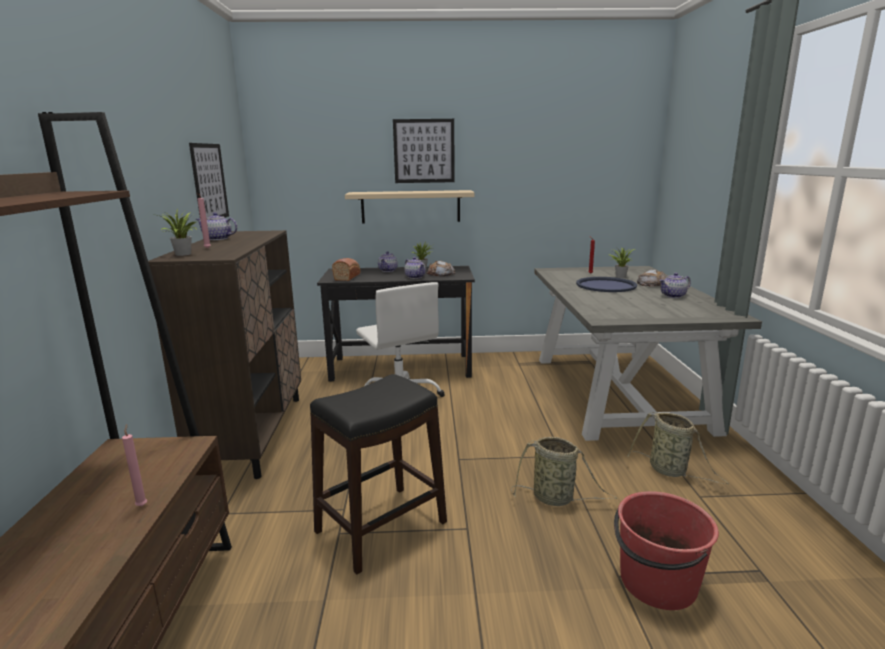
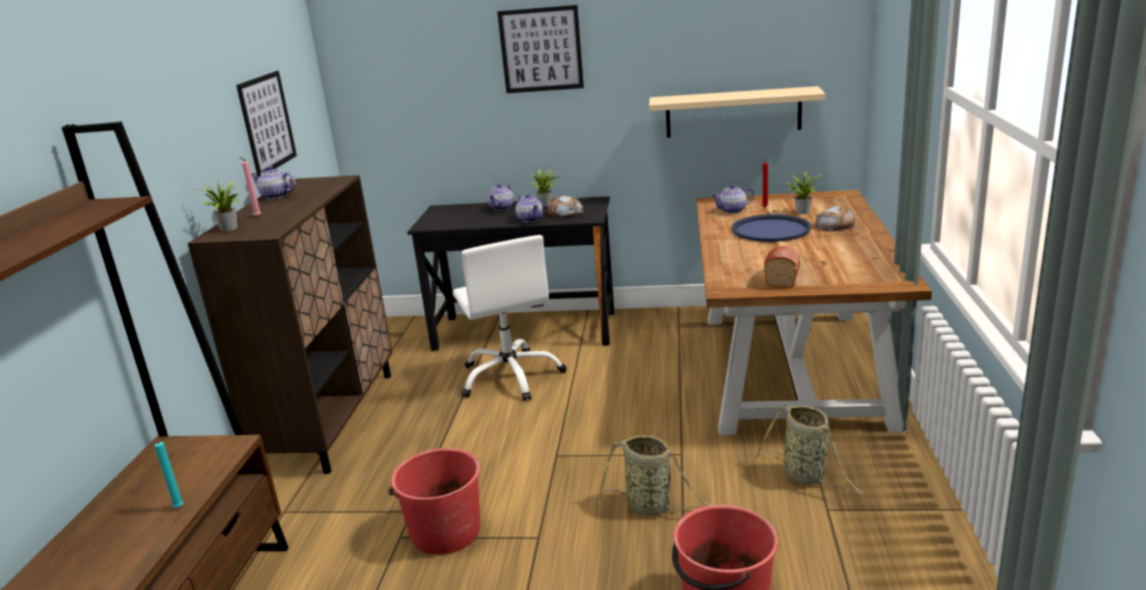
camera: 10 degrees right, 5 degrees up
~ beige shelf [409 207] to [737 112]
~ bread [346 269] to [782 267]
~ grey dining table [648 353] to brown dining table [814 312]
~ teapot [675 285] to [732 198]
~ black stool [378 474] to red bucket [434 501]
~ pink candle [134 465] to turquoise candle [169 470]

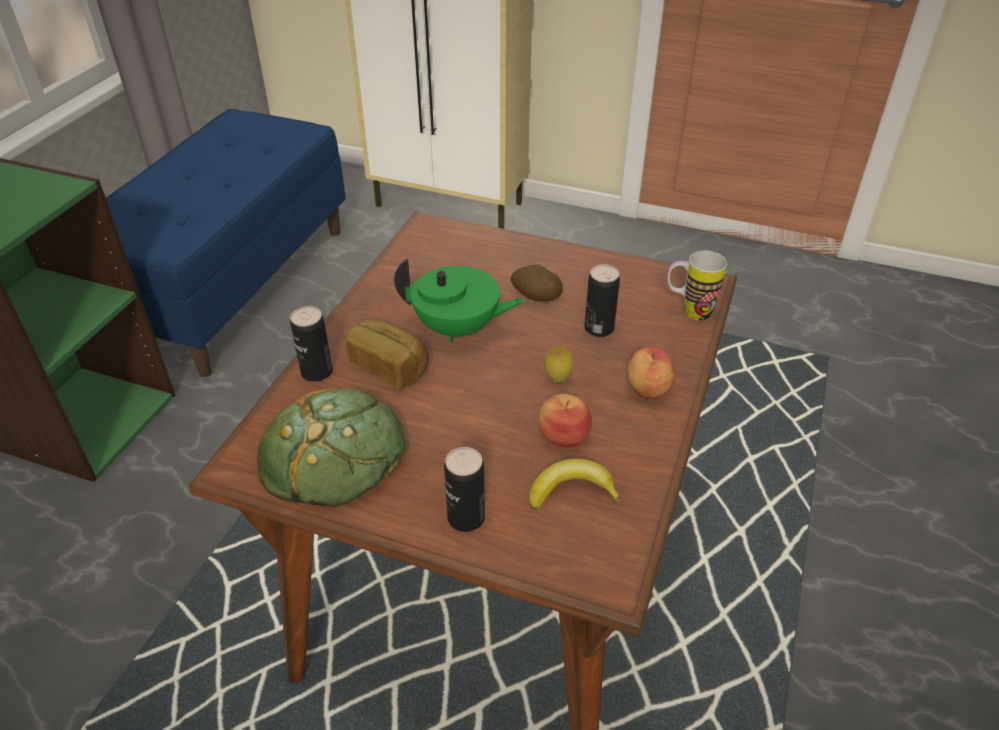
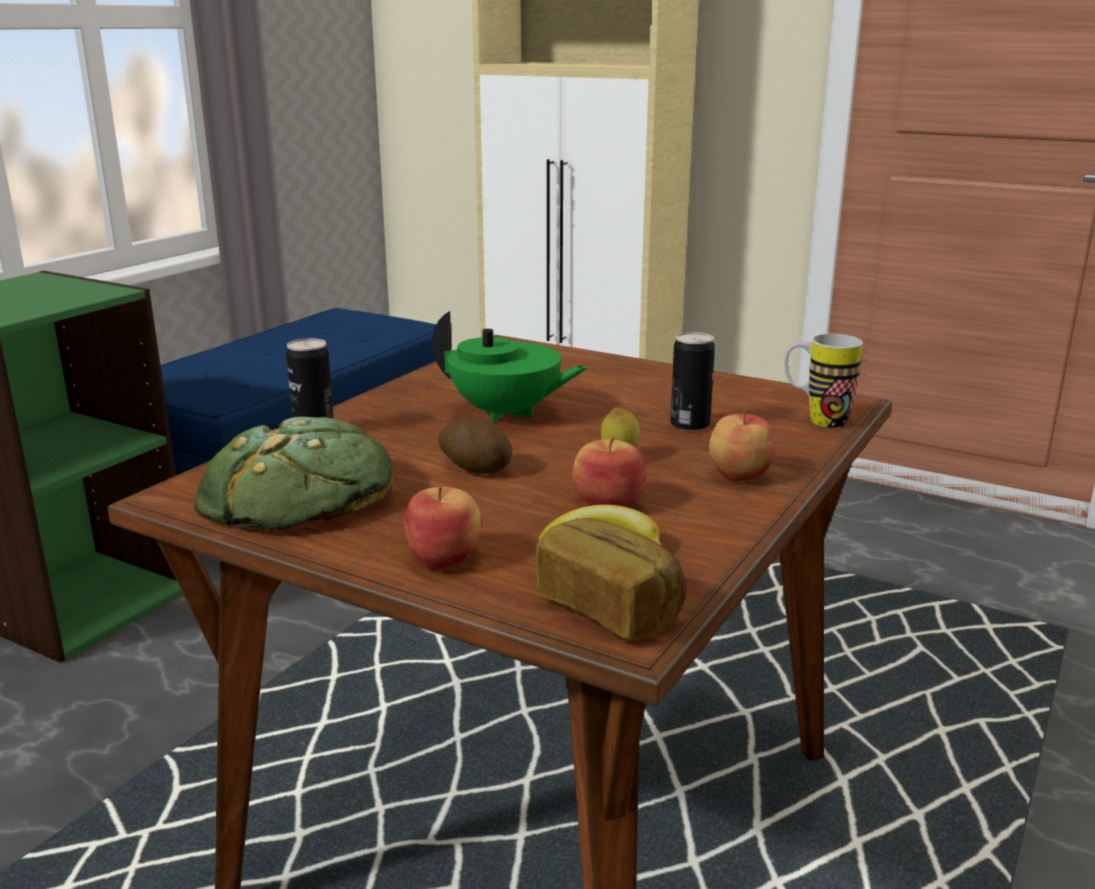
camera: 10 degrees right, 20 degrees down
~ potato [536 283] to [475 446]
~ bread [387 354] to [611 579]
~ can [464 489] to apple [442 528]

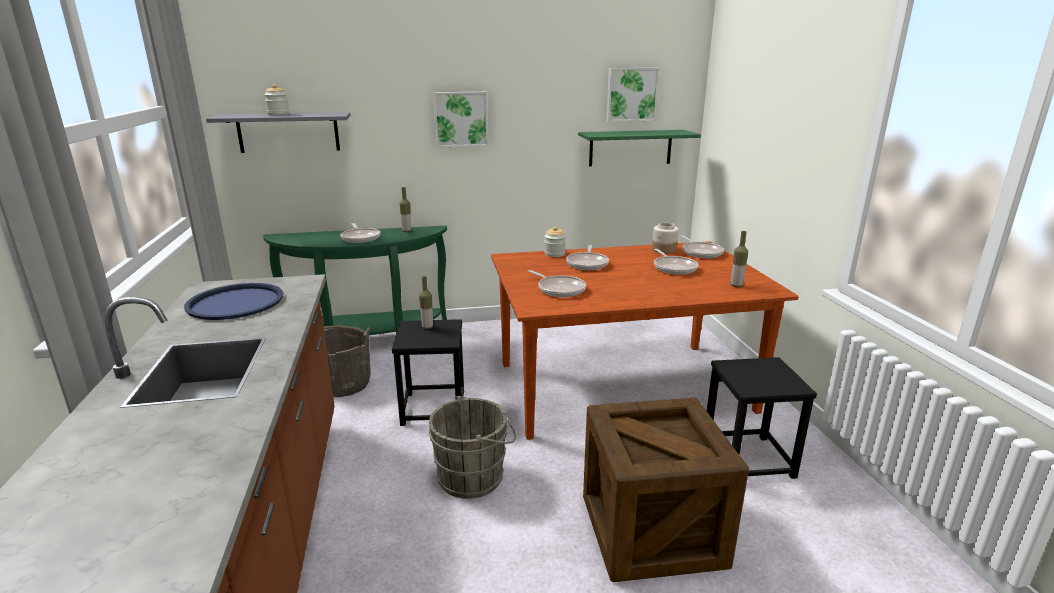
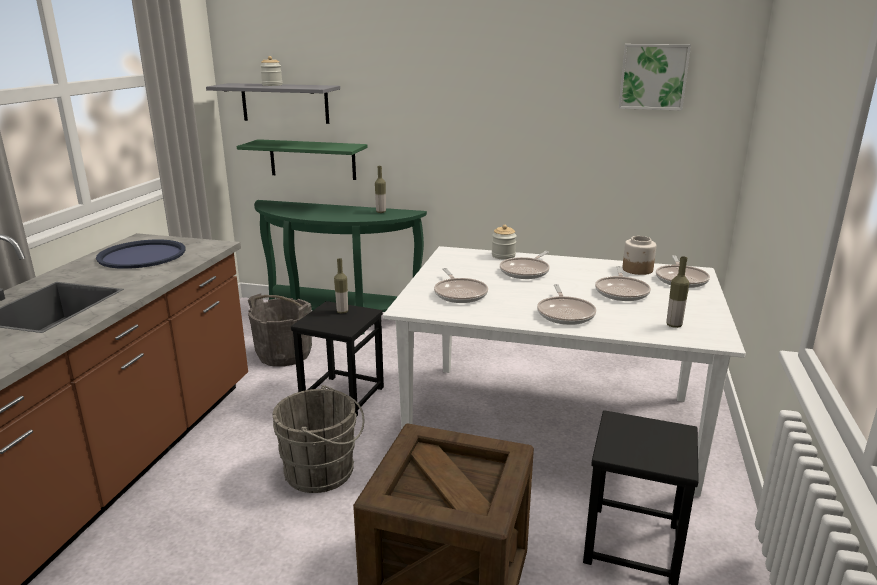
camera: 25 degrees right, 0 degrees up
- picture [460 120]
~ green shelf [639 148] to [302 159]
~ frying pan [360 233] to [566 304]
~ brown dining table [645 340] to white dining table [564 371]

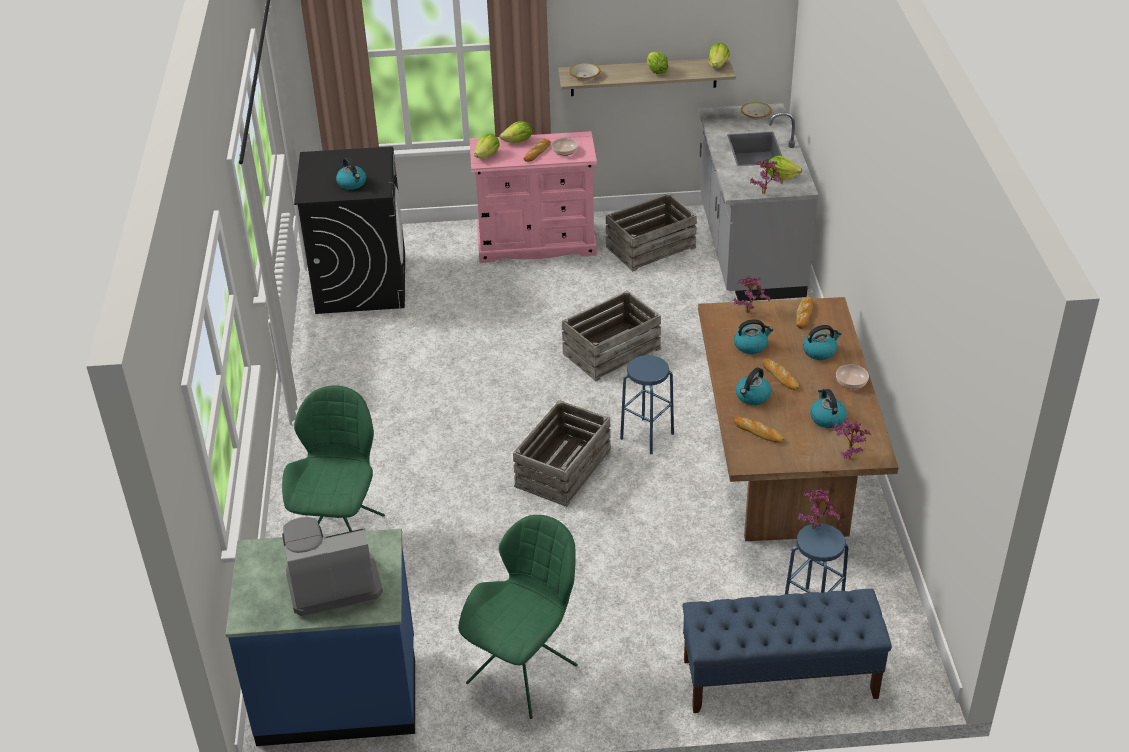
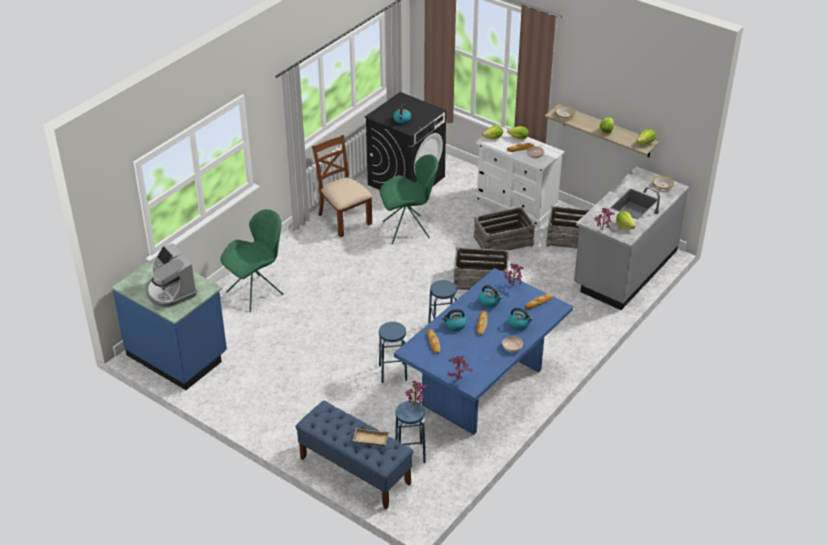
camera: 40 degrees right, 0 degrees up
~ pink dresser [533 197] to white dresser [520 176]
~ brown dining table [798 419] to blue dining table [483 351]
- kettle [828 408]
~ crate [562 453] to [504 231]
~ green chair [518 617] to [409 199]
~ coffee machine [332 567] = [171 275] 150 degrees counterclockwise
+ brown chair [342 186]
+ blue stool [393 352]
+ beige tray [371 437]

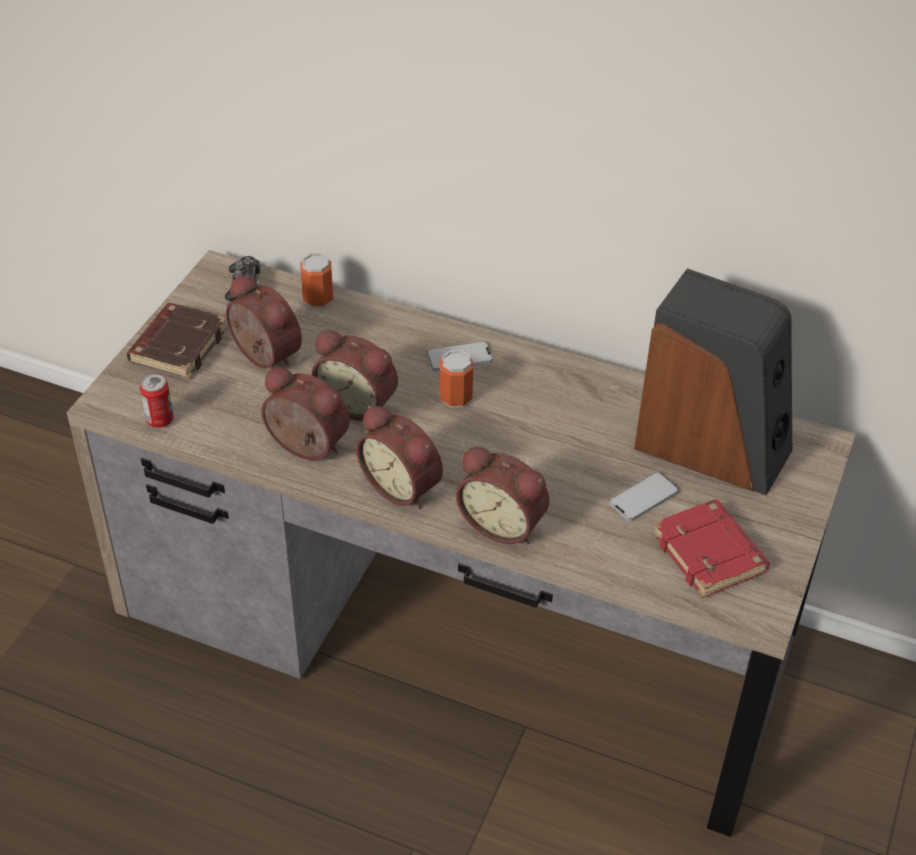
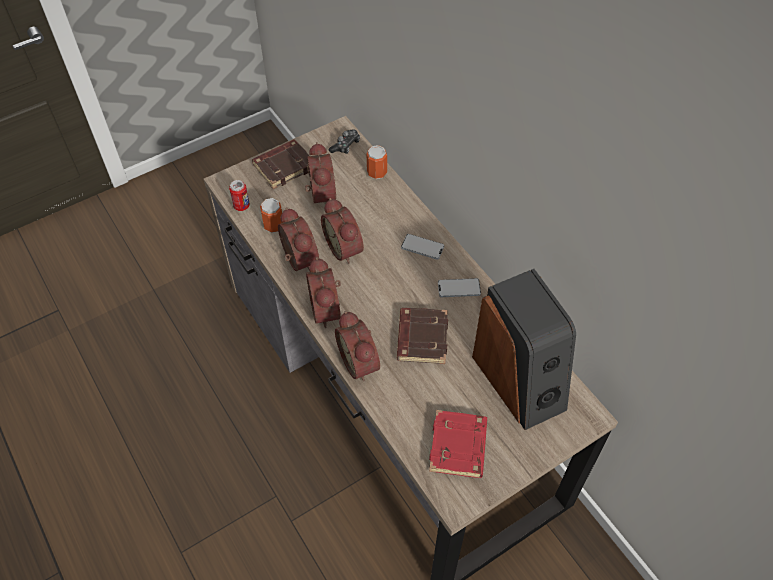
camera: 35 degrees right, 10 degrees up
~ can [456 378] to [271 215]
~ phone [644 496] to [459 287]
+ brown book [422 336]

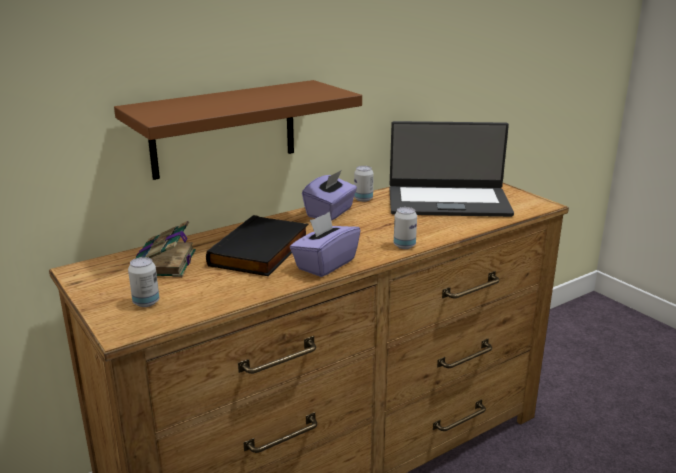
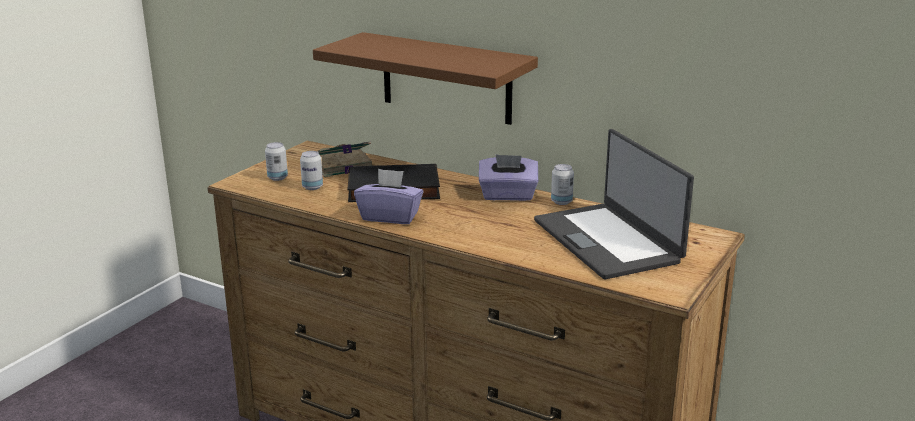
camera: 65 degrees right, 0 degrees up
~ can [405 228] to [311 170]

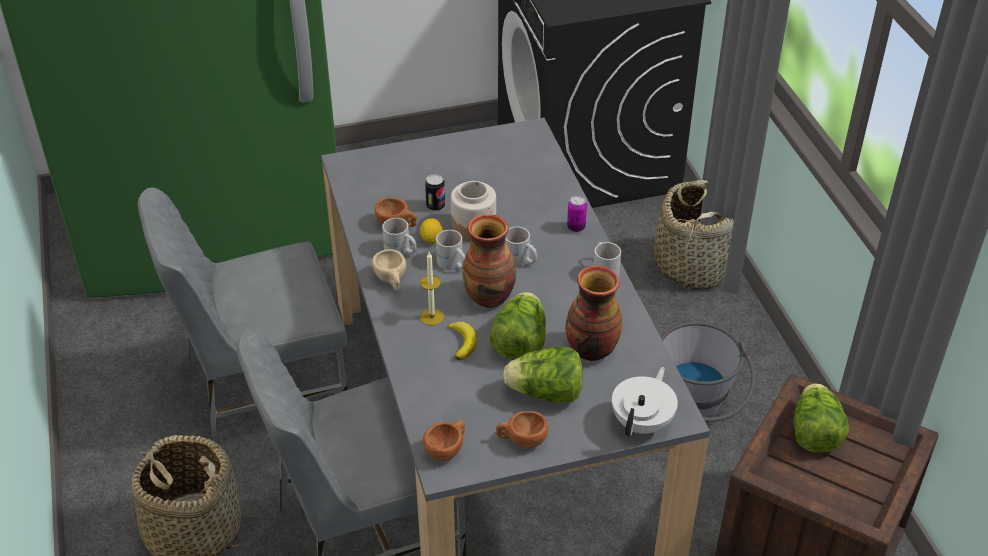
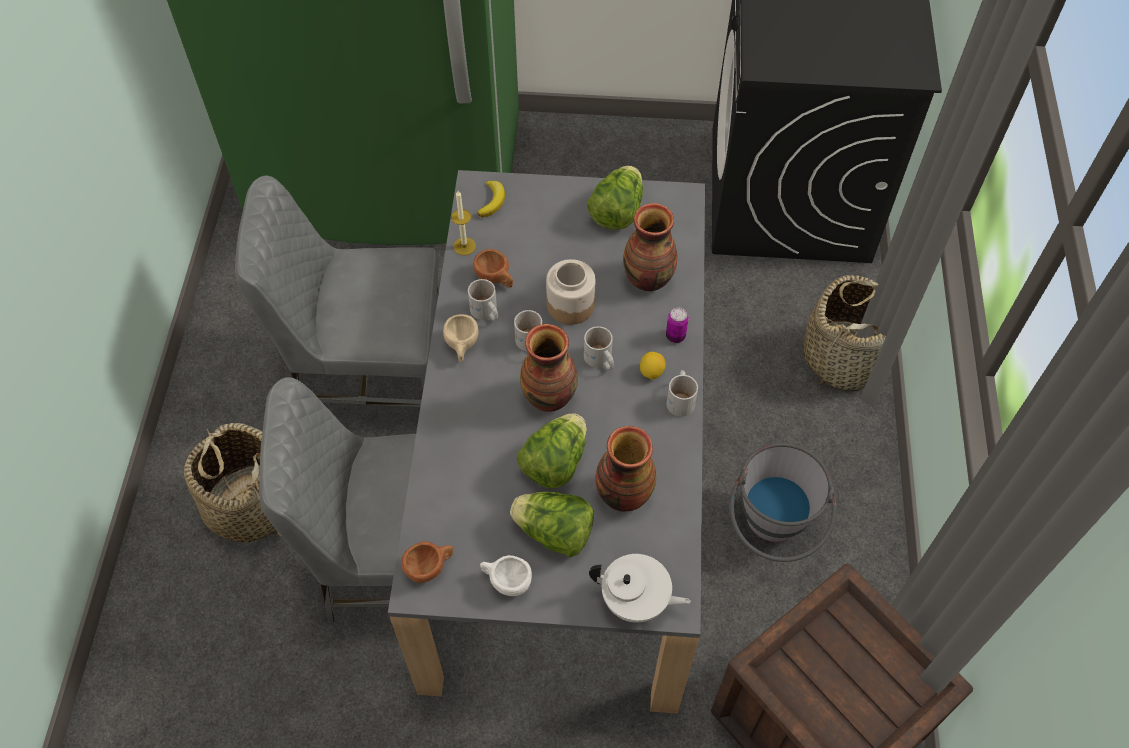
camera: 20 degrees right, 15 degrees up
- can [435 192]
~ lemon [431 231] to [653 366]
~ candle [432 288] to [463 223]
~ banana [462 340] to [491 199]
~ white teapot [645 402] = [640 588] 60 degrees clockwise
~ lettuce [821 418] to [615 197]
~ brown cup [522 429] to white cup [506 575]
+ vase [650 247]

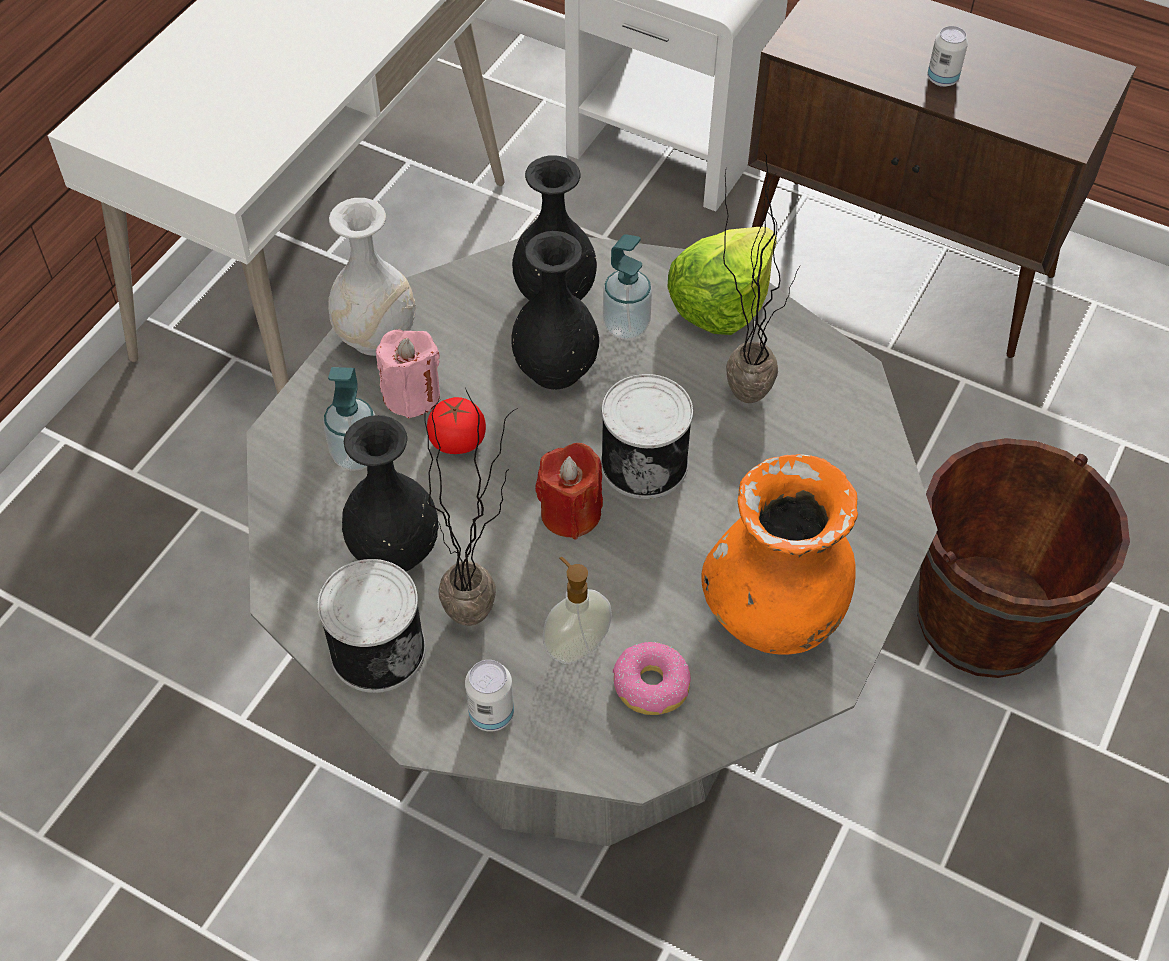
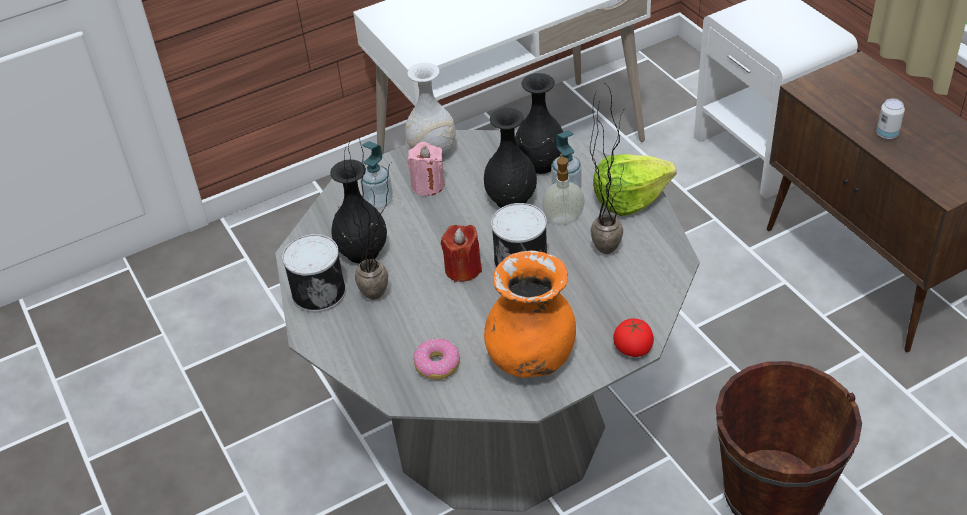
camera: 35 degrees right, 10 degrees down
~ tomato [456 425] to [633 337]
~ soap dispenser [577 610] to [563 189]
- can [489 696]

